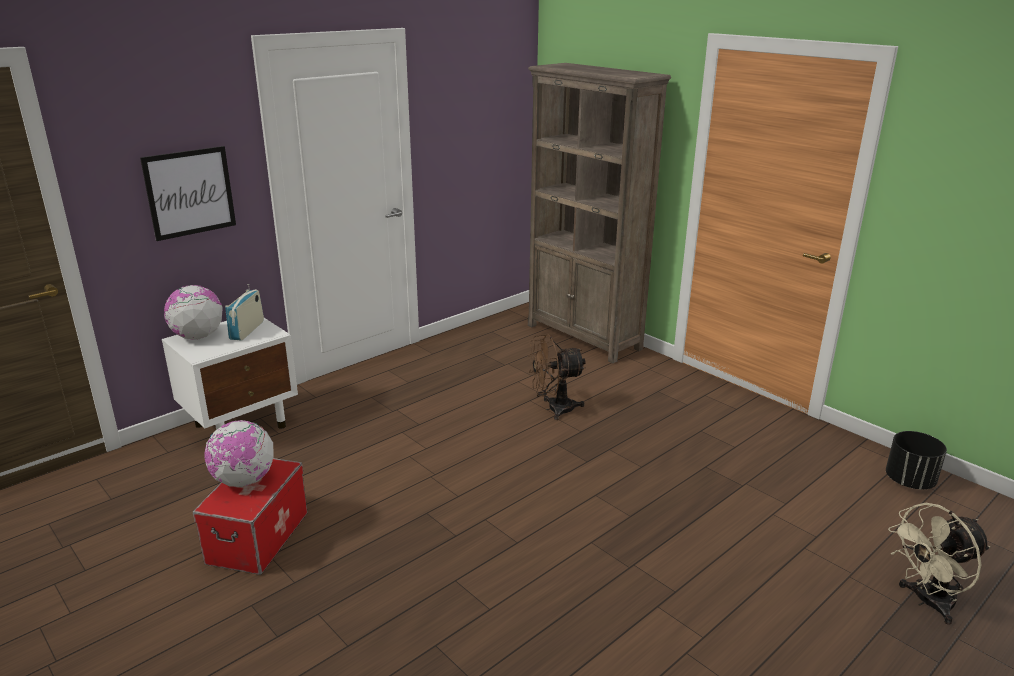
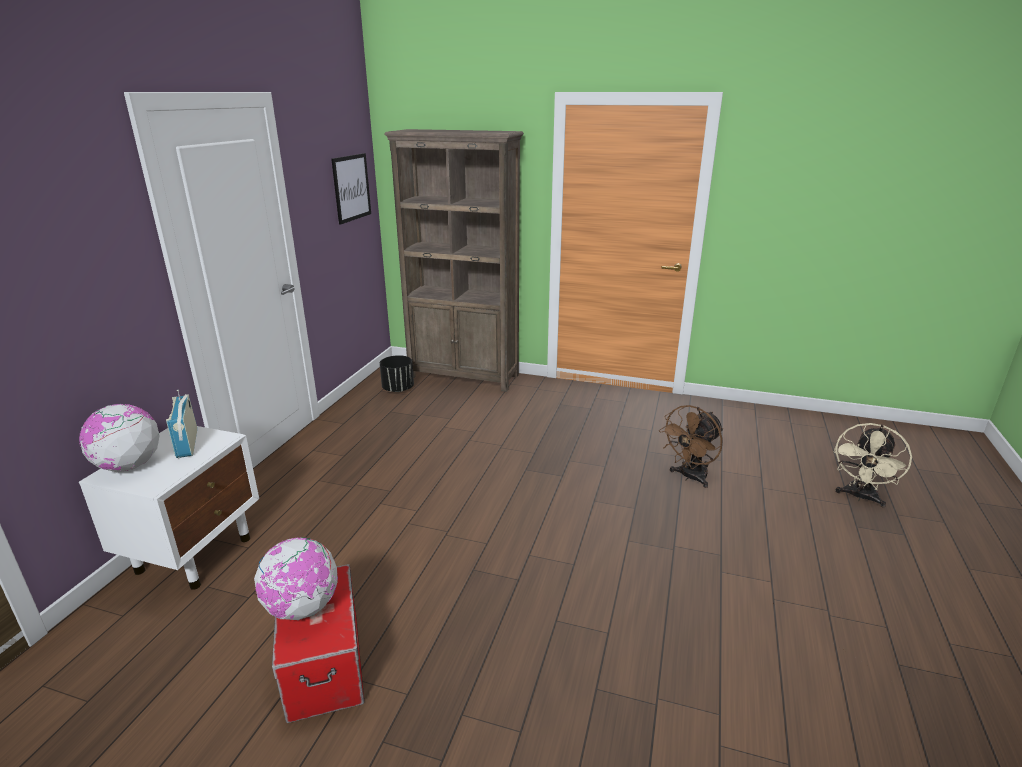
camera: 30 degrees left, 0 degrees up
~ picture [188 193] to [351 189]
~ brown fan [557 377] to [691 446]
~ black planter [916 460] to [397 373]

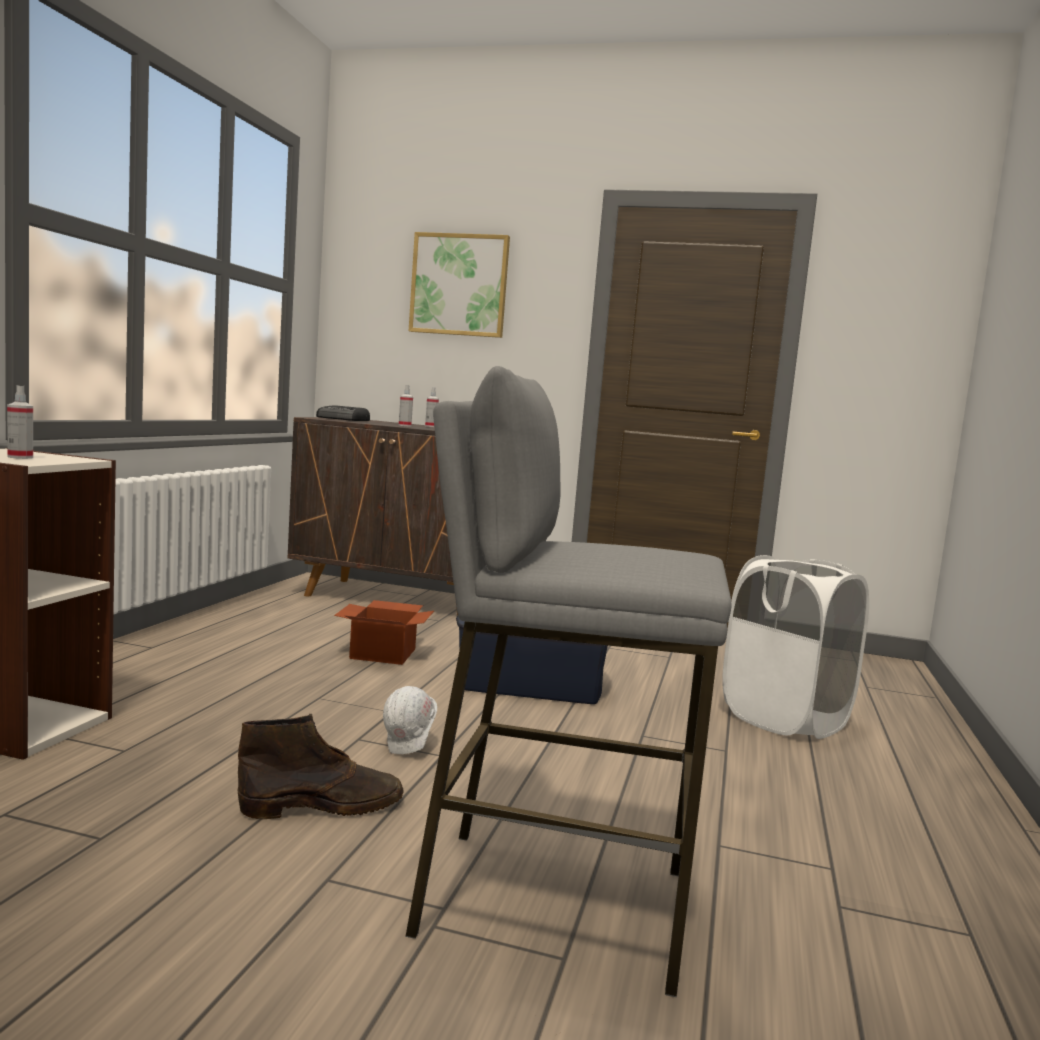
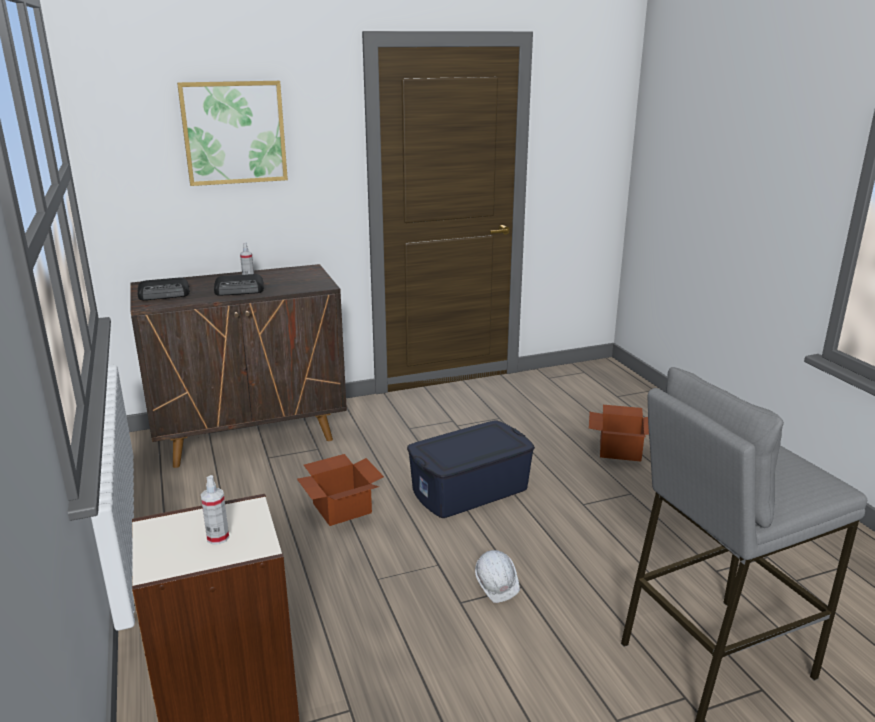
camera: 35 degrees left, 15 degrees up
~ spray bottle [406 406] to radio [239 285]
~ white laundry basket [795 647] to cardboard box [619 433]
- brown boot [320 766]

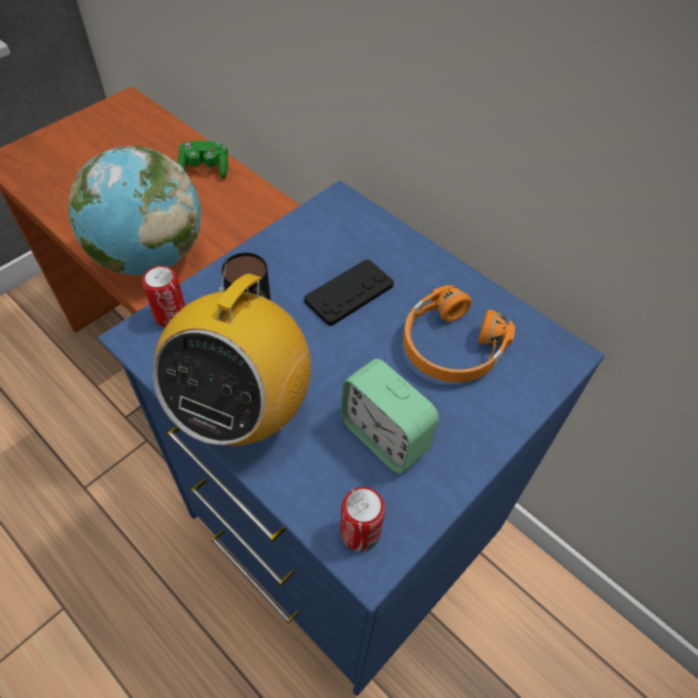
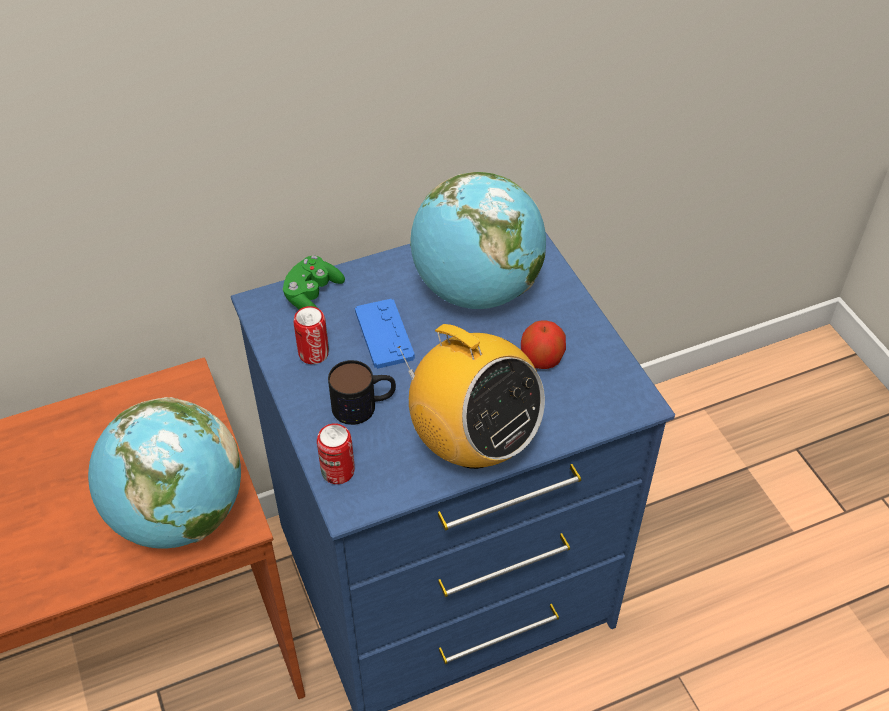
camera: 65 degrees left, 5 degrees down
~ green game controller [202 160] to [313 282]
~ black game controller [349 292] to blue game controller [385 334]
~ orange headphones [459 333] to globe [478 240]
~ alarm clock [389 416] to apple [543 344]
~ can [362 519] to [311 335]

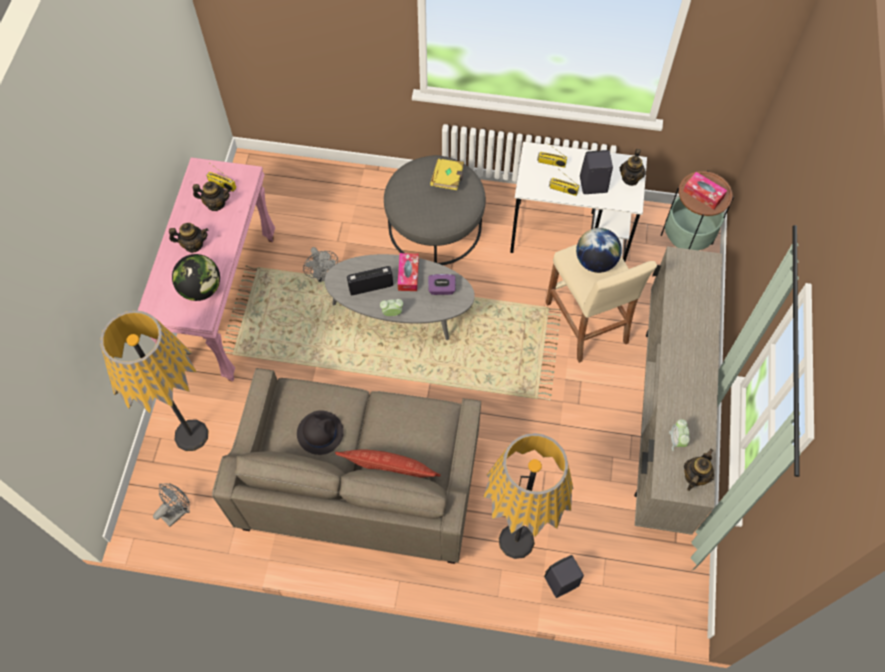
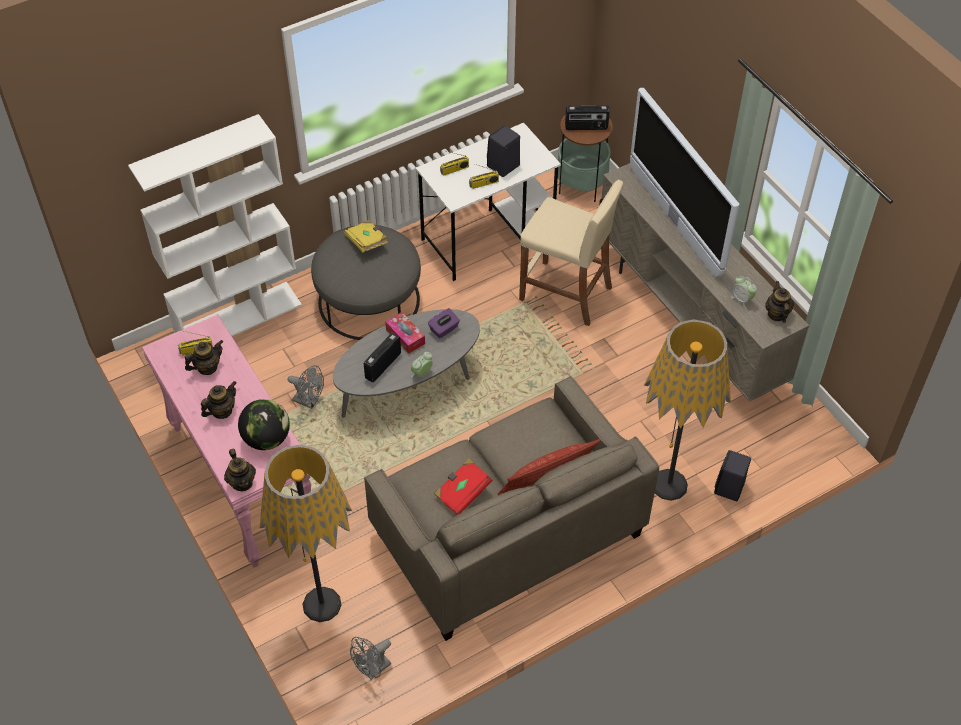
camera: 40 degrees left, 10 degrees down
~ teapot [633 167] to [240 470]
~ tissue box [705 191] to radio [587 117]
- globe [599 250]
~ black hat [320 432] to red book [463 486]
~ grey fan [171 505] = [370 658] 135 degrees counterclockwise
+ television [684 182]
+ white bookcase [215 225]

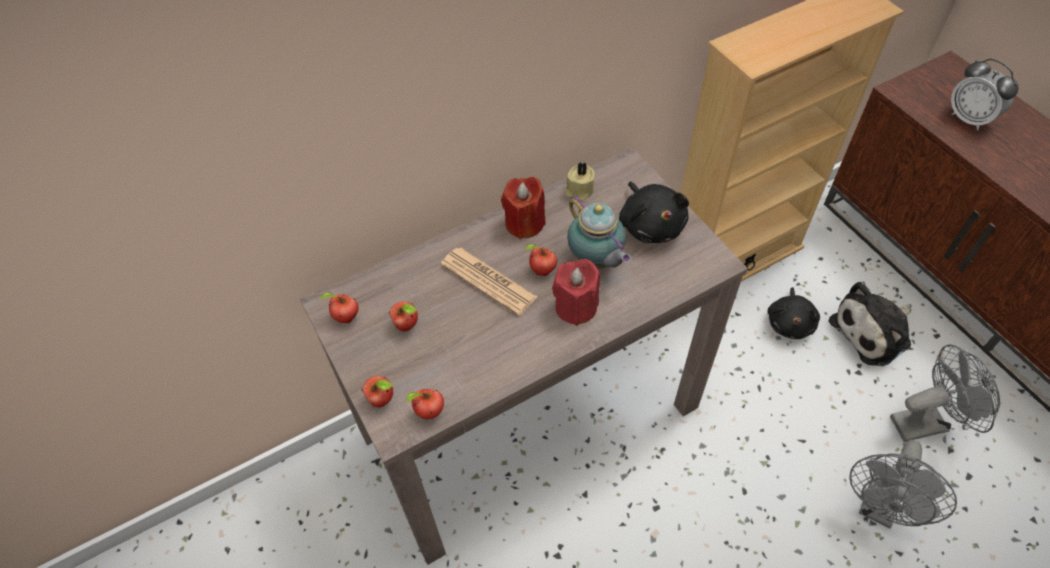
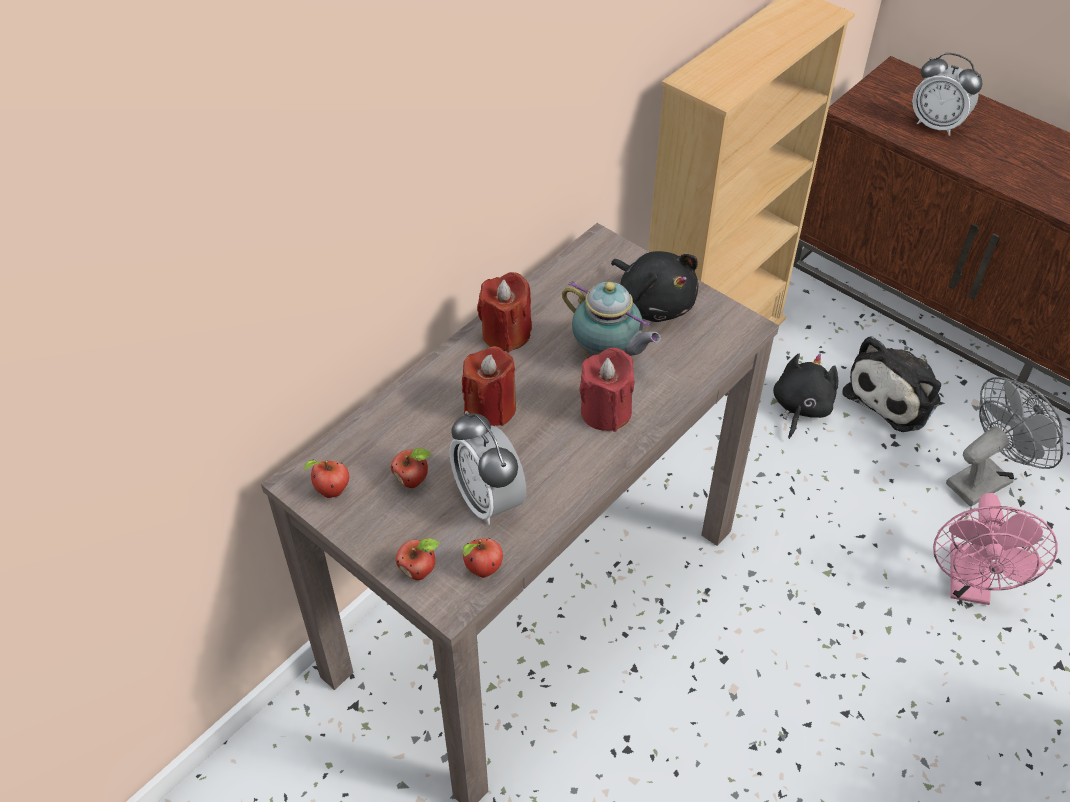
camera: 20 degrees left, 5 degrees down
- beige candle [579 181]
- apple [541 260]
~ newspaper [489 281] to red candle [489 386]
~ black plush toy [794 313] = [805 396] 150 degrees counterclockwise
~ grey fan [903 484] to pink fan [995 549]
+ alarm clock [488 468]

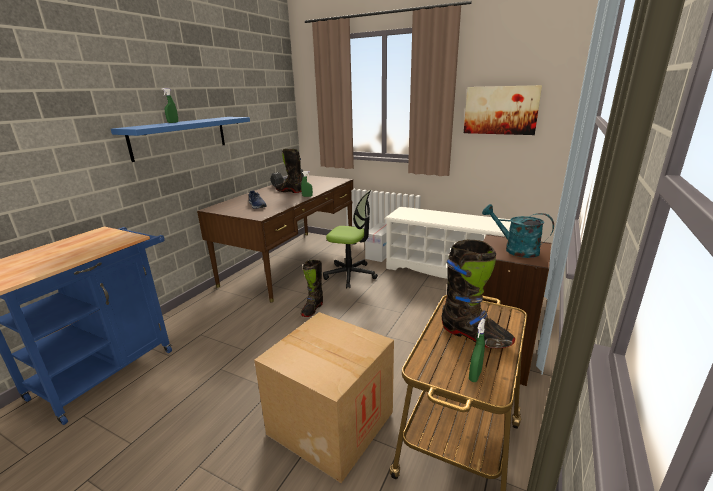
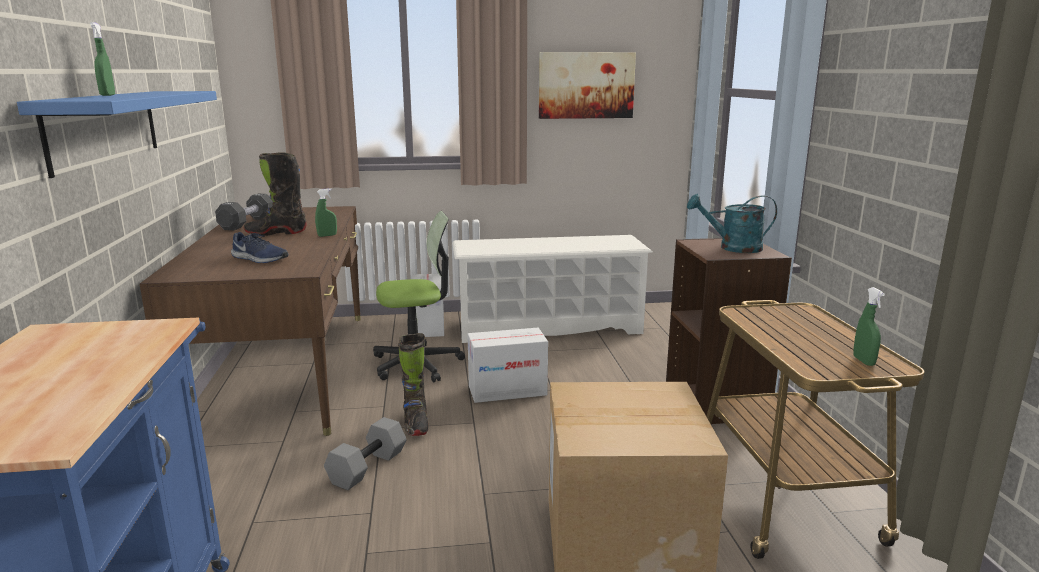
camera: 35 degrees left, 5 degrees down
- black boot [478 294]
+ cardboard box [507 365]
+ grey dumbbell [365 453]

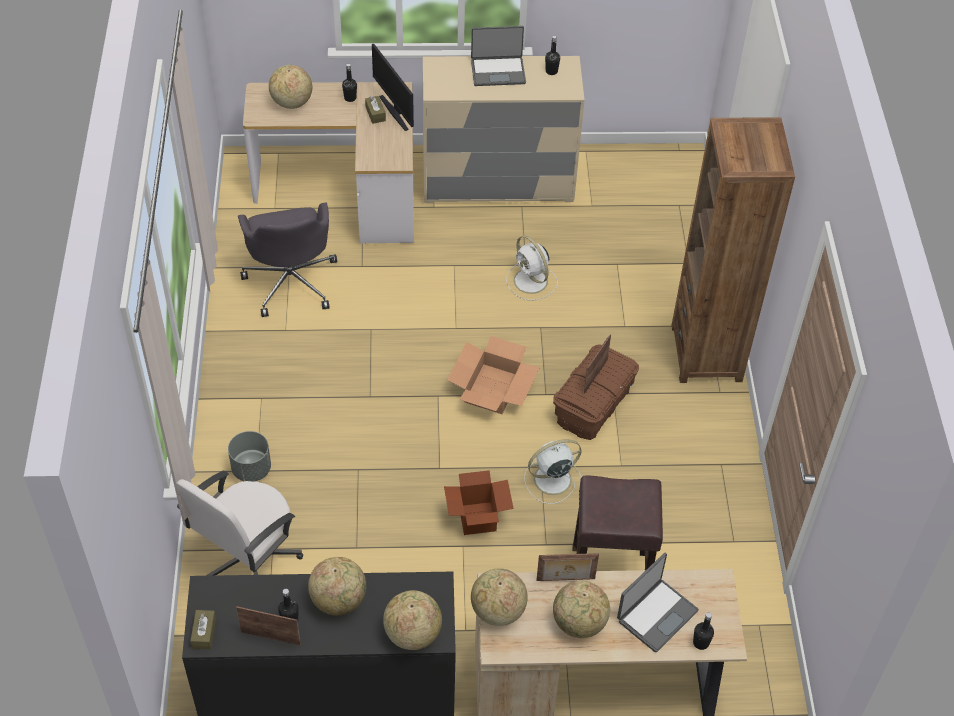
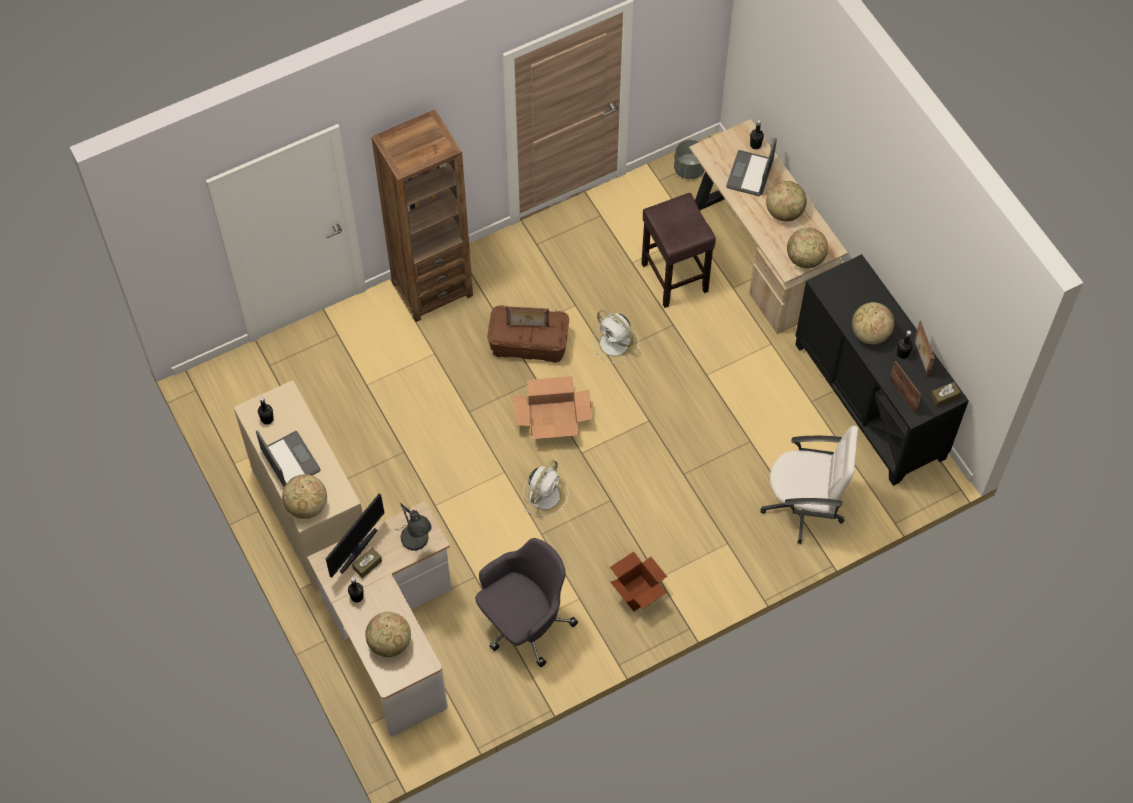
camera: 115 degrees left, 10 degrees up
~ white fan [532 268] to [546 488]
~ grey planter [249 456] to [689 159]
~ cardboard box [479 502] to [638 581]
~ picture frame [567 567] to [906 387]
~ laptop [658 602] = [751 167] 90 degrees counterclockwise
~ globe [412 620] to [304 496]
+ grey table lamp [413 526]

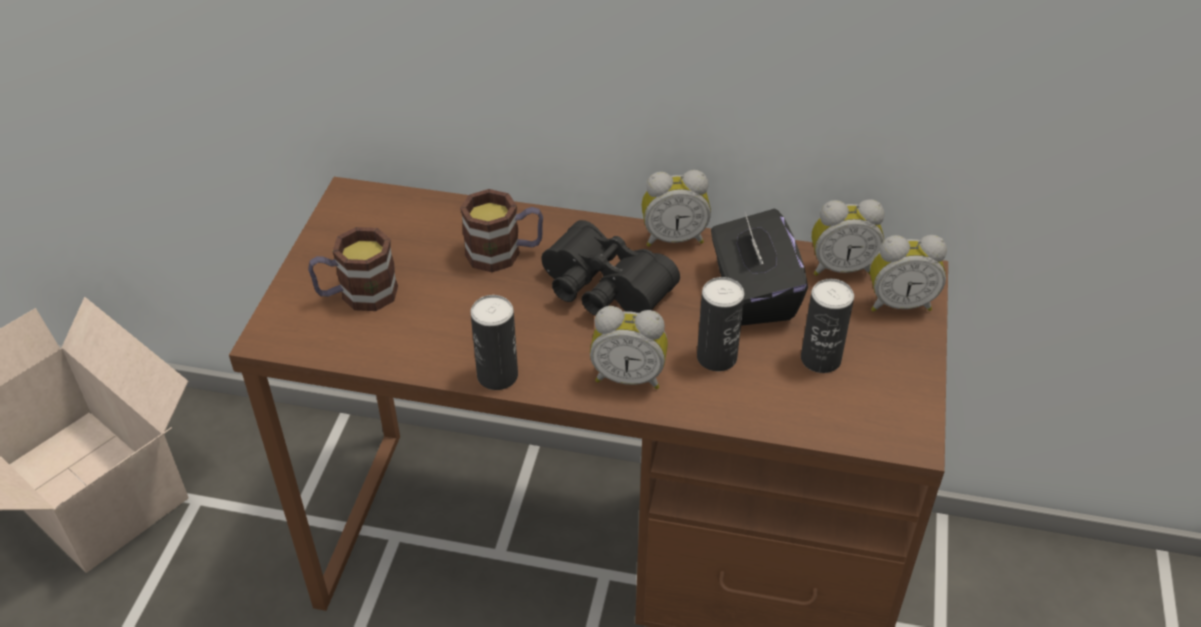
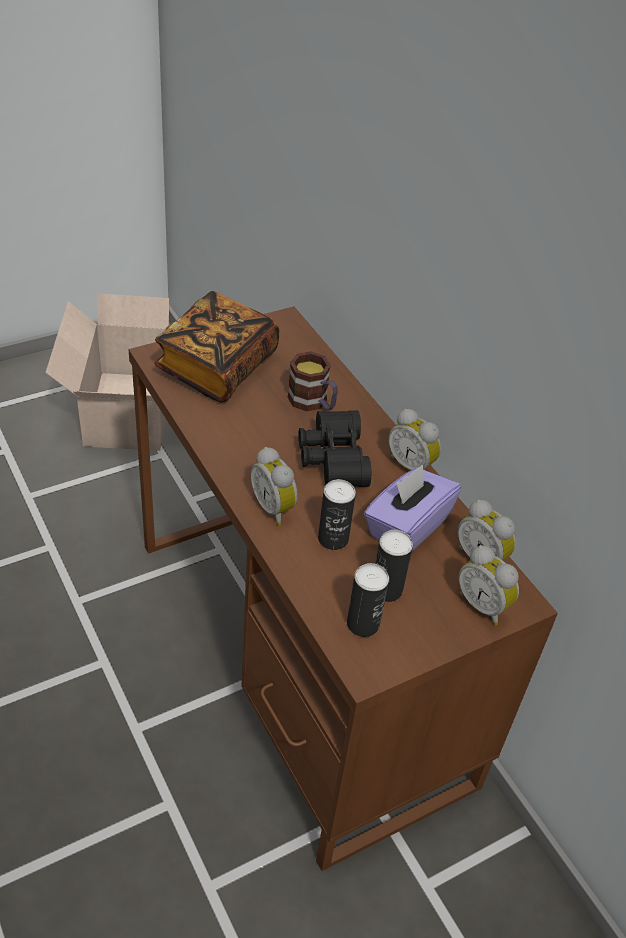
camera: 45 degrees right, 0 degrees up
~ black tissue box [759 267] to purple tissue box [412 507]
~ mug [353 269] to book [216 347]
~ can [494 342] to [368 600]

